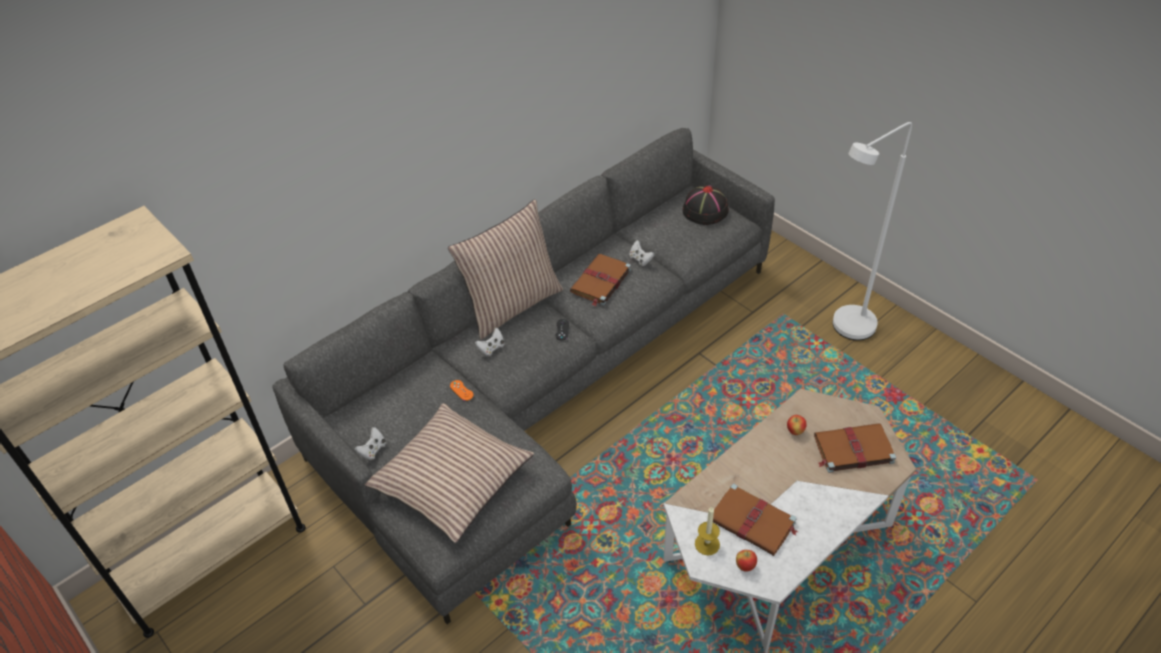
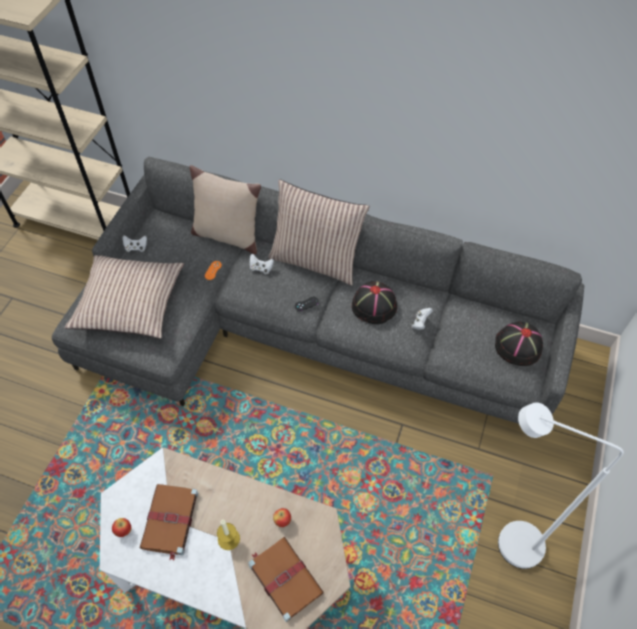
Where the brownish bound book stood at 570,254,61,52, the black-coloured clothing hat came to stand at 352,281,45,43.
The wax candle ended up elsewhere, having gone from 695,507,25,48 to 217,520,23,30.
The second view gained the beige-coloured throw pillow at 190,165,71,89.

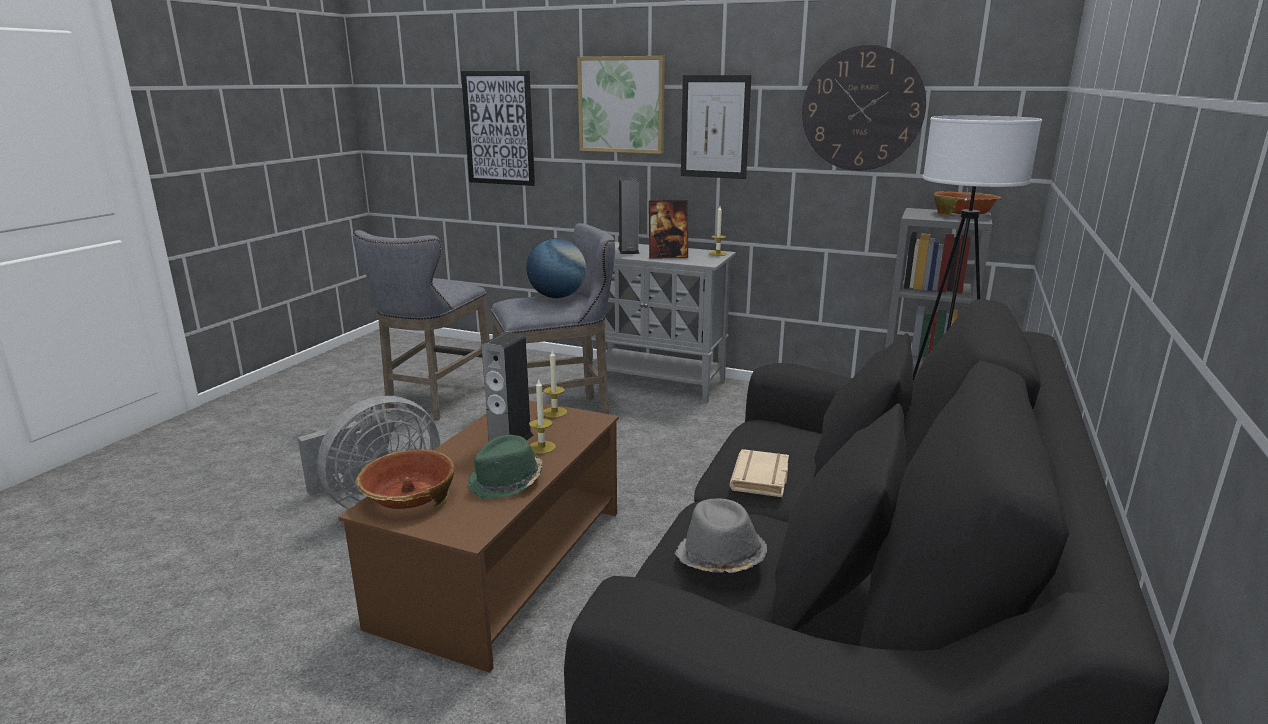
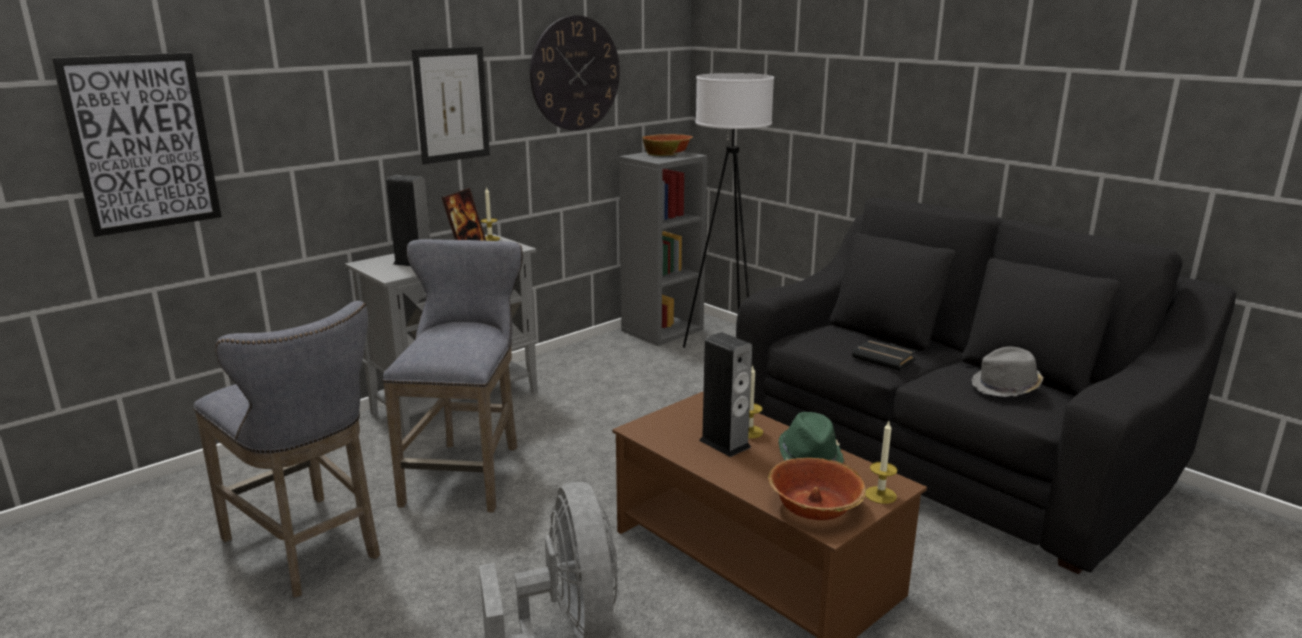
The second view lost the wall art at 577,56,88,98.
The second view lost the desk globe at 526,238,60,60.
The wax candle ended up elsewhere, having gone from 543,350,24,68 to 866,422,31,82.
What was the beige-coloured bound book at 730,449,59,48 turned into the black-coloured bound book at 852,339,64,32.

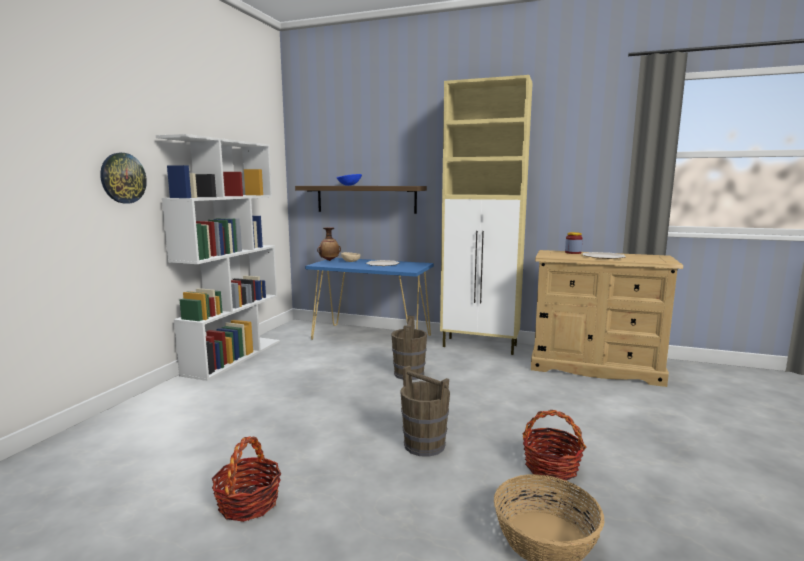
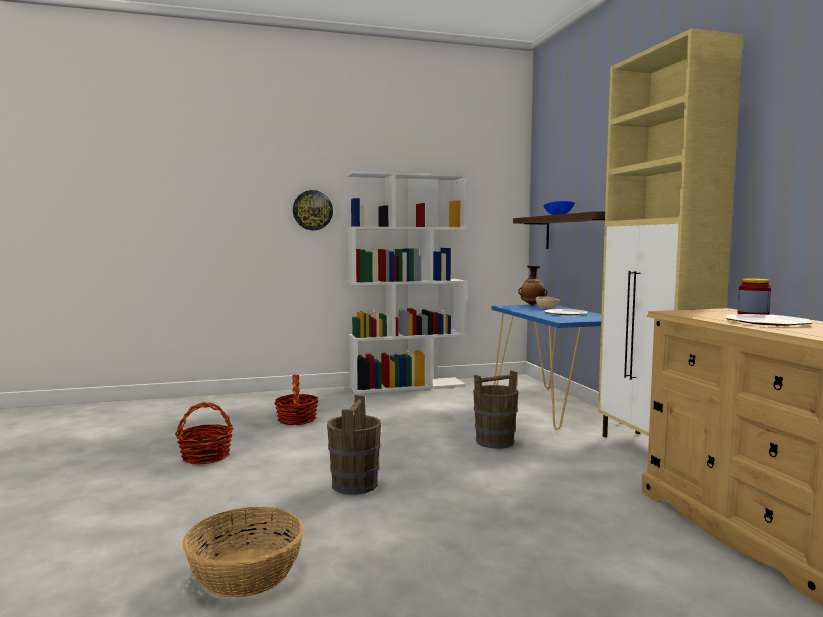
The basket ended up elsewhere, having gone from 523,410,63,71 to 274,374,45,51.

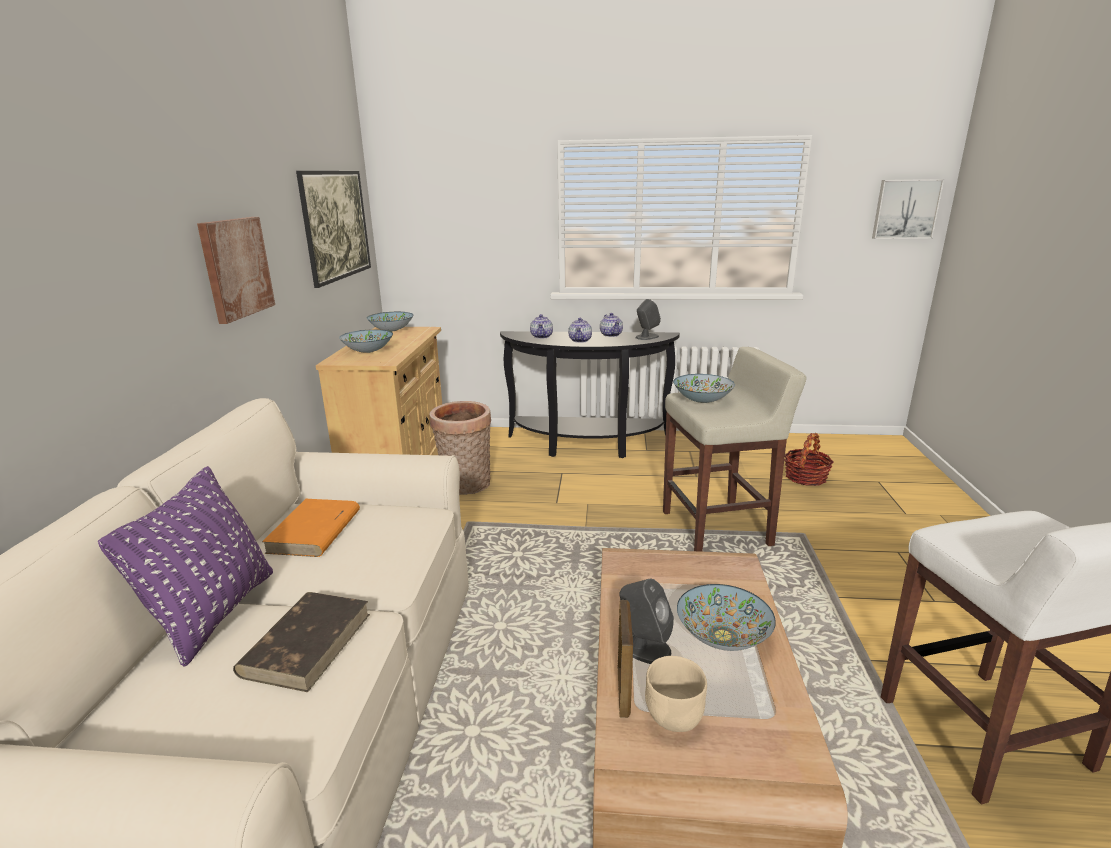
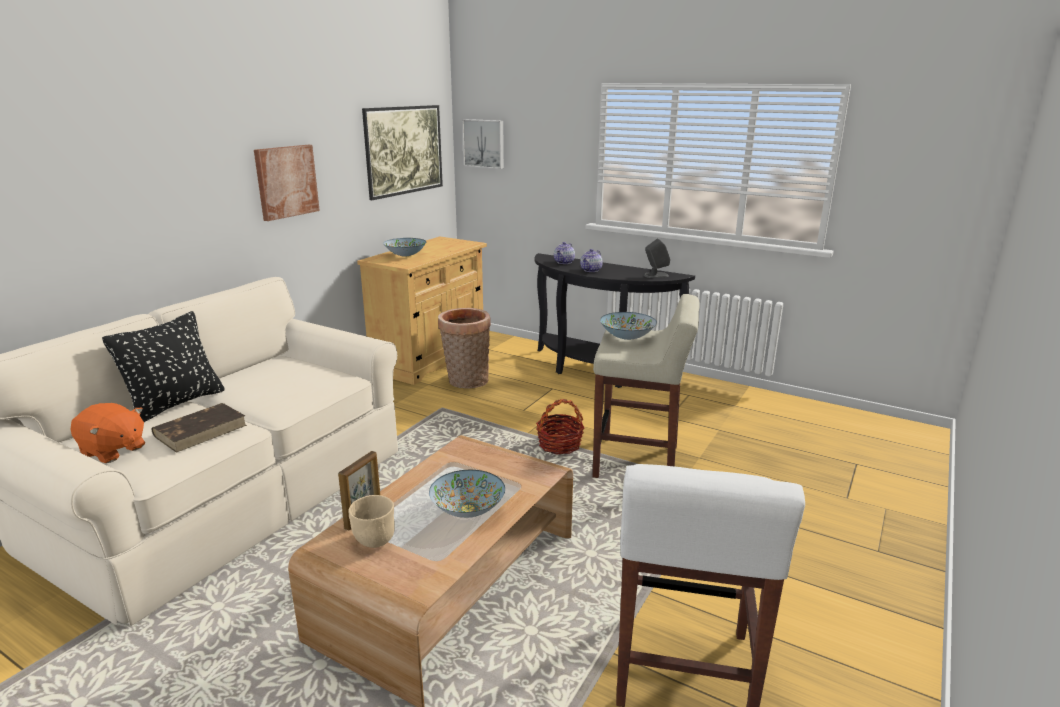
The wall art ended up elsewhere, having gone from 872,179,72,60 to 462,119,42,50.
The second view lost the deep dish at 367,312,46,19.
The second view lost the tea pot at 600,313,23,24.
The basket ended up elsewhere, having gone from 784,433,50,53 to 536,399,48,56.
What was the purple-coloured throw pillow at 98,466,175,200 turned into the black-coloured throw pillow at 102,311,122,111.
The second view lost the orange bound book at 262,499,98,58.
The second view lost the gray audio speaker at 619,579,55,85.
The second view gained the orange soft toy at 71,403,74,60.

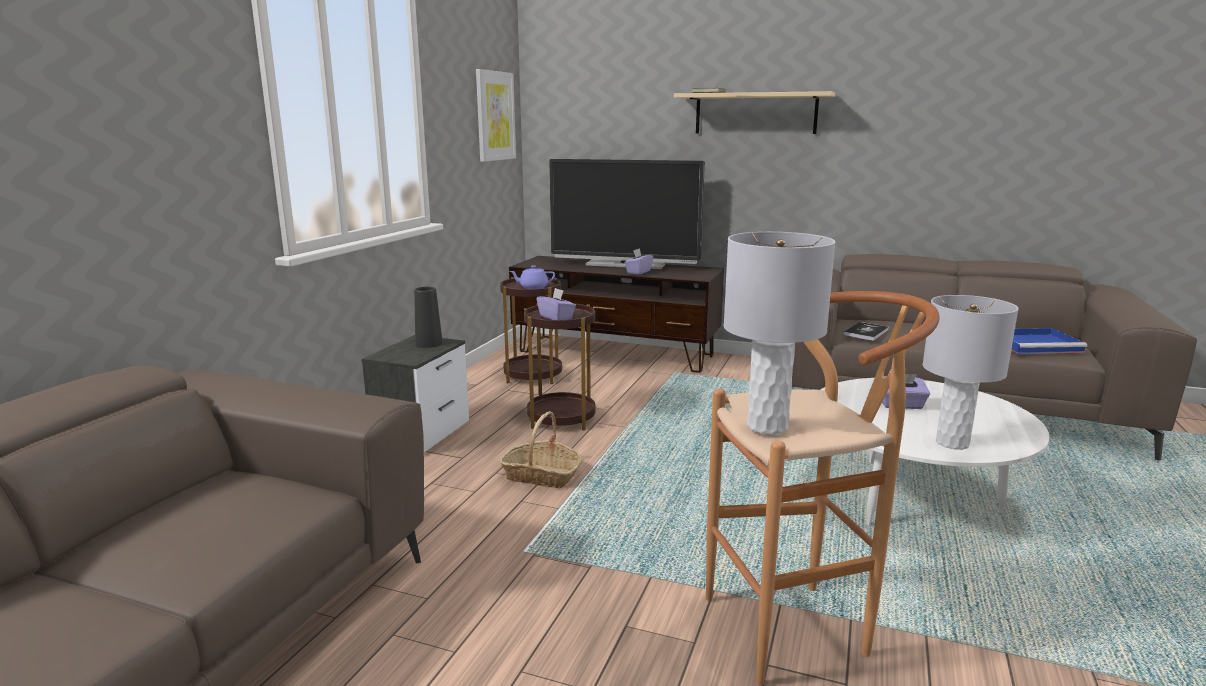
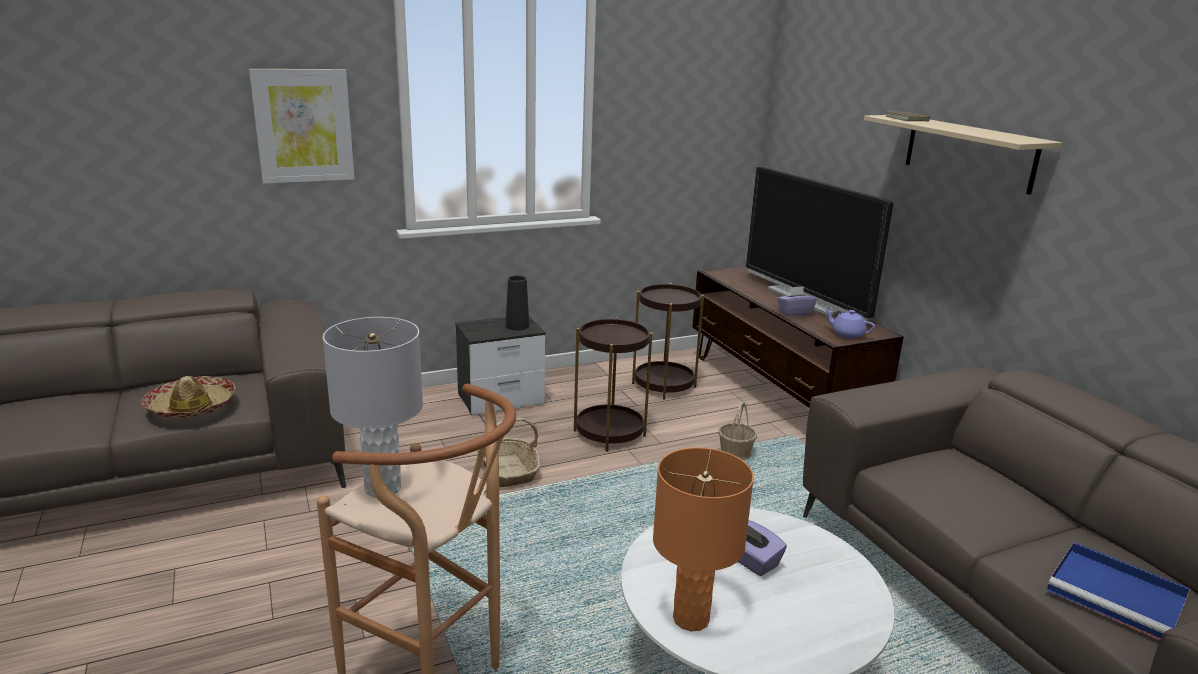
The wall art ended up elsewhere, having gone from 476,69,40,93 to 249,69,106,115.
The purple-coloured tea pot ended up elsewhere, having gone from 509,265,46,24 to 824,309,51,30.
The second view lost the purple-coloured tissue box at 537,288,39,32.
What was the gray table lamp at 923,295,95,155 turned into the orange table lamp at 653,447,101,184.
The second view lost the bound book at 843,322,46,19.
The second view gained the clothing hat at 140,376,95,42.
The second view gained the basket at 718,402,39,59.

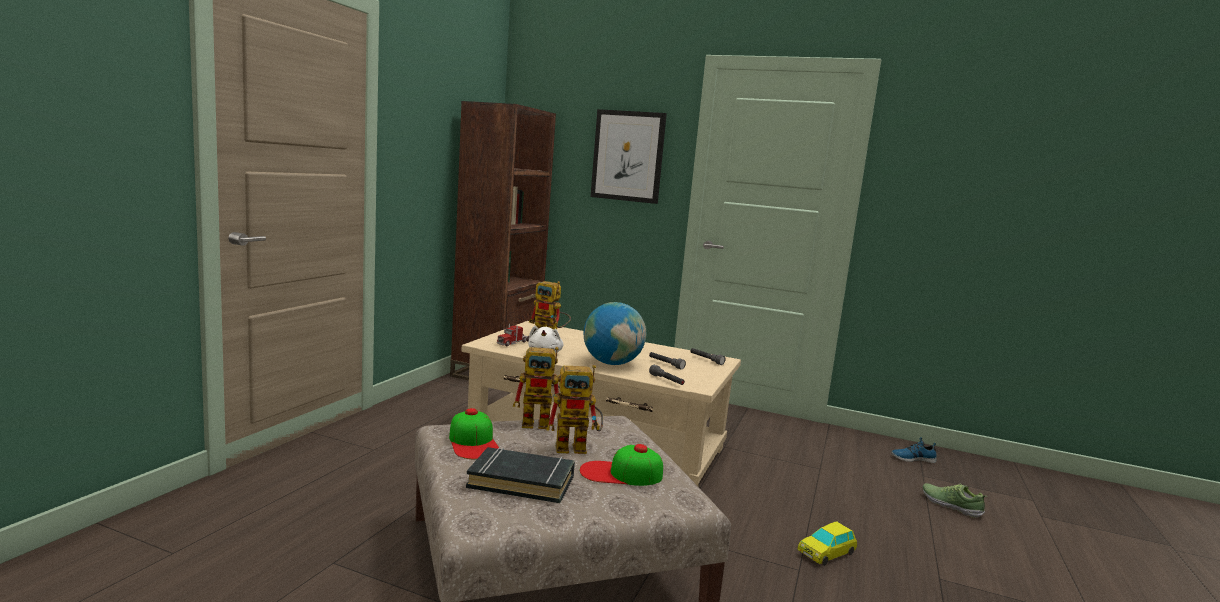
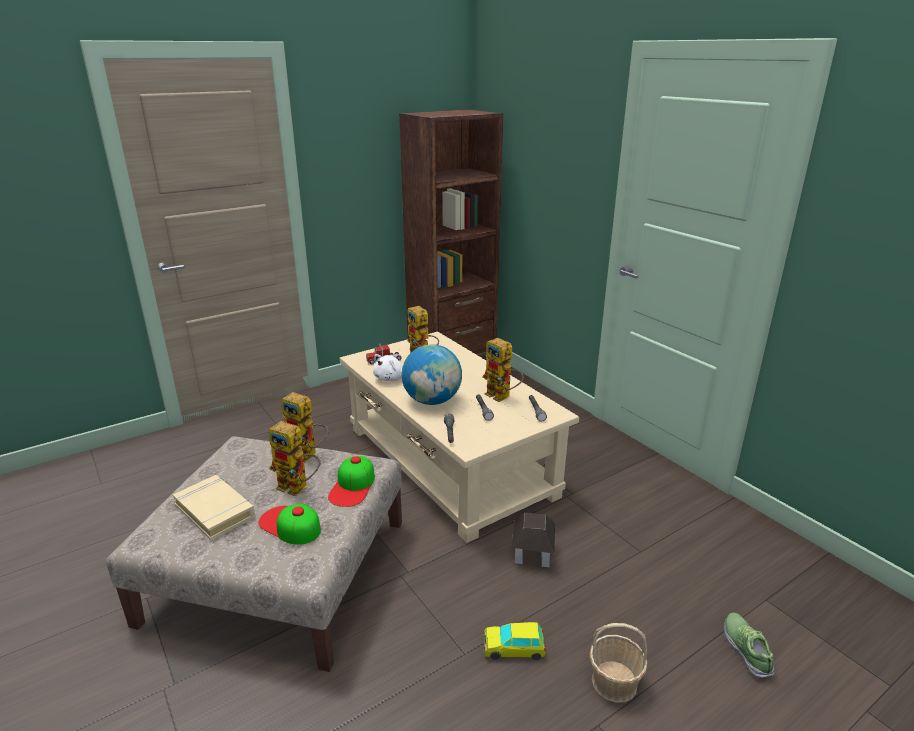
The second view lost the wall art at 590,109,77,95.
The baseball cap ended up elsewhere, having gone from 449,408,50,52 to 328,456,47,51.
The second view lost the item of footwear at 891,437,46,26.
What was the black-coloured bound book at 466,447,109,56 turned into the beige-coloured bound book at 173,475,82,65.
The second view gained the toy robot at 482,338,42,64.
The second view gained the model house at 511,513,44,54.
The second view gained the basket at 589,623,58,80.

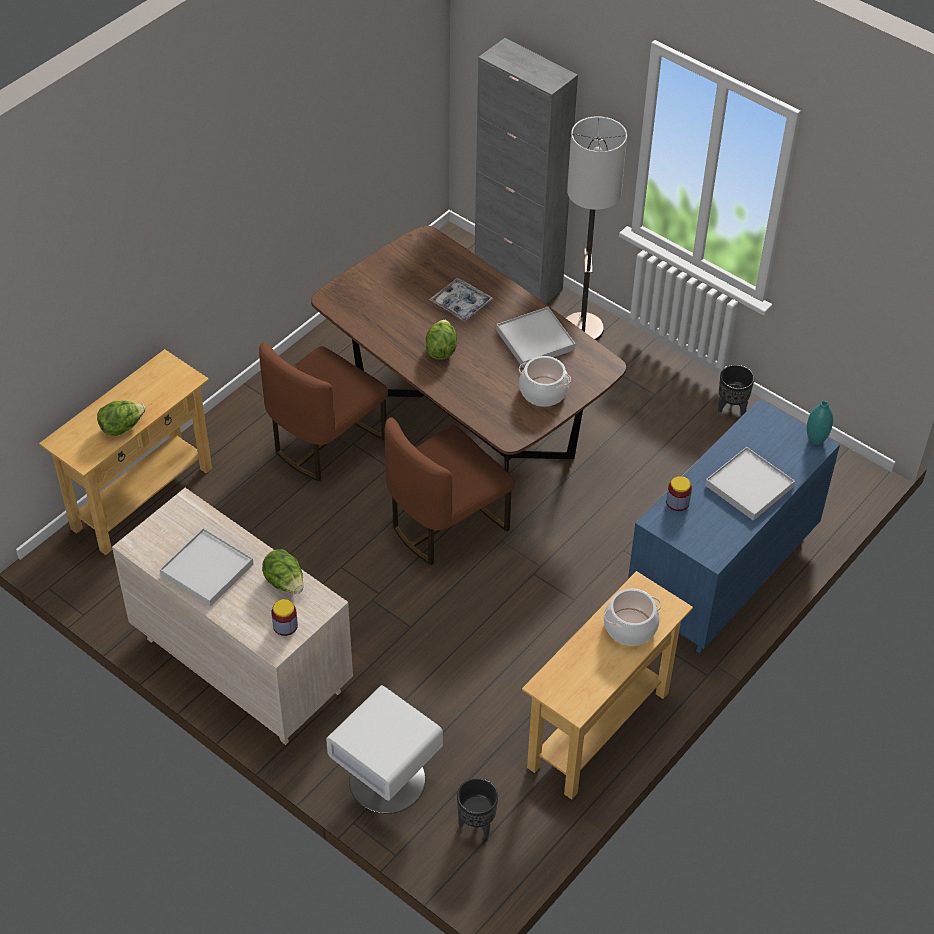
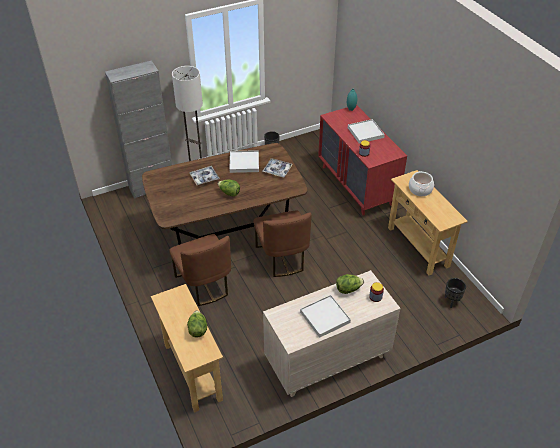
Where the cooking pot stood at 519,356,52,51, the carrying tray came to stand at 262,158,31,20.
What was the blue dresser at 628,398,212,255 turned into the red-coloured dresser at 318,105,89,110.
The second view lost the whitish night table at 326,685,117,129.

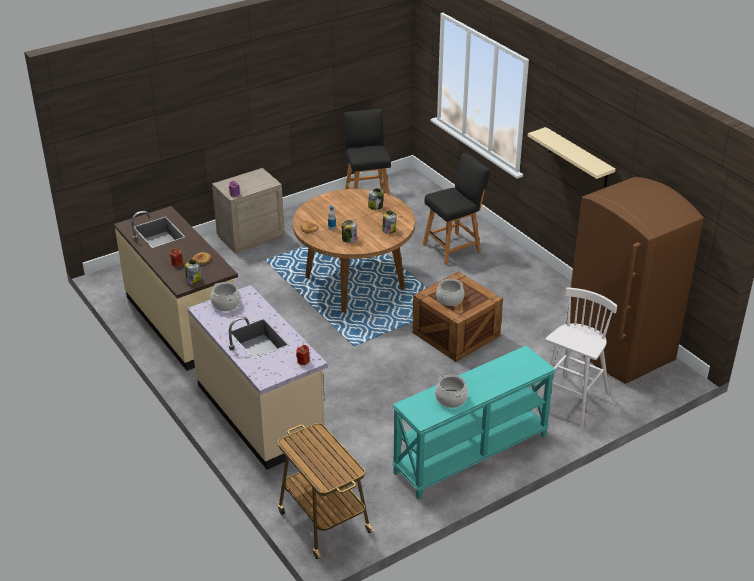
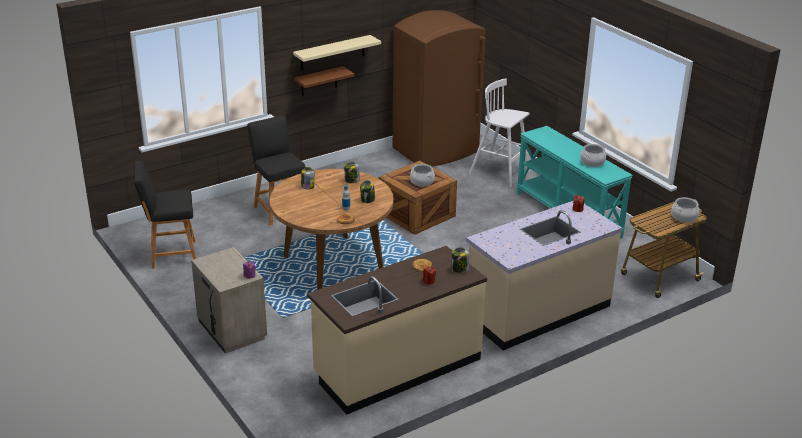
The cooking pot ended up elsewhere, having gone from 210,282,31,29 to 671,197,29,26.
The second view gained the brownish wall shelf at 294,66,60,30.

